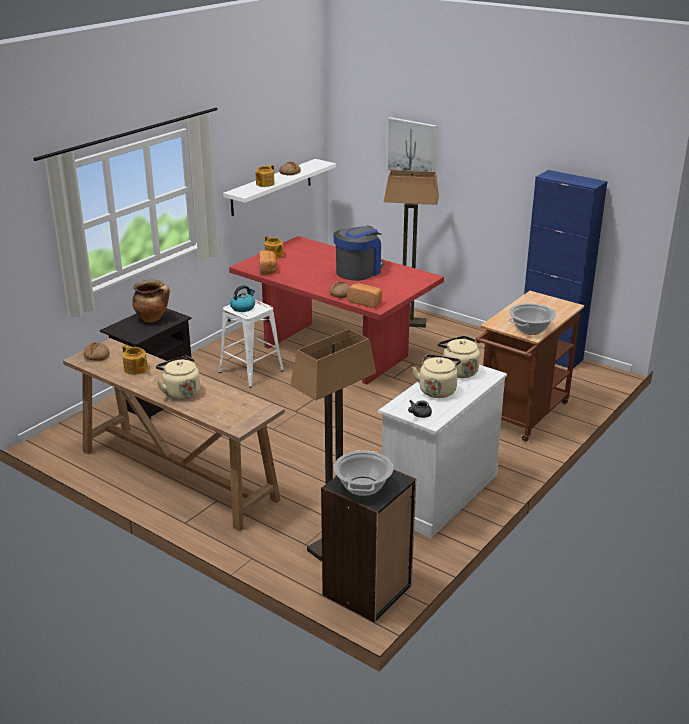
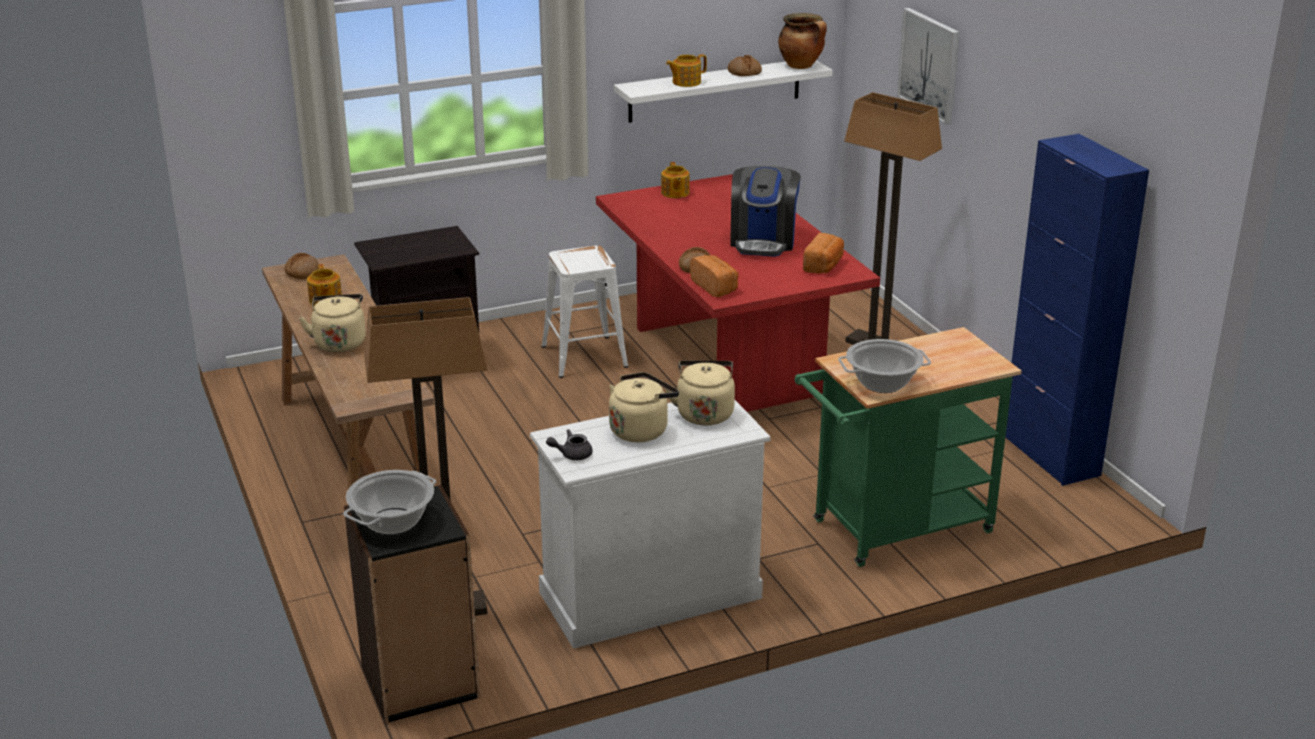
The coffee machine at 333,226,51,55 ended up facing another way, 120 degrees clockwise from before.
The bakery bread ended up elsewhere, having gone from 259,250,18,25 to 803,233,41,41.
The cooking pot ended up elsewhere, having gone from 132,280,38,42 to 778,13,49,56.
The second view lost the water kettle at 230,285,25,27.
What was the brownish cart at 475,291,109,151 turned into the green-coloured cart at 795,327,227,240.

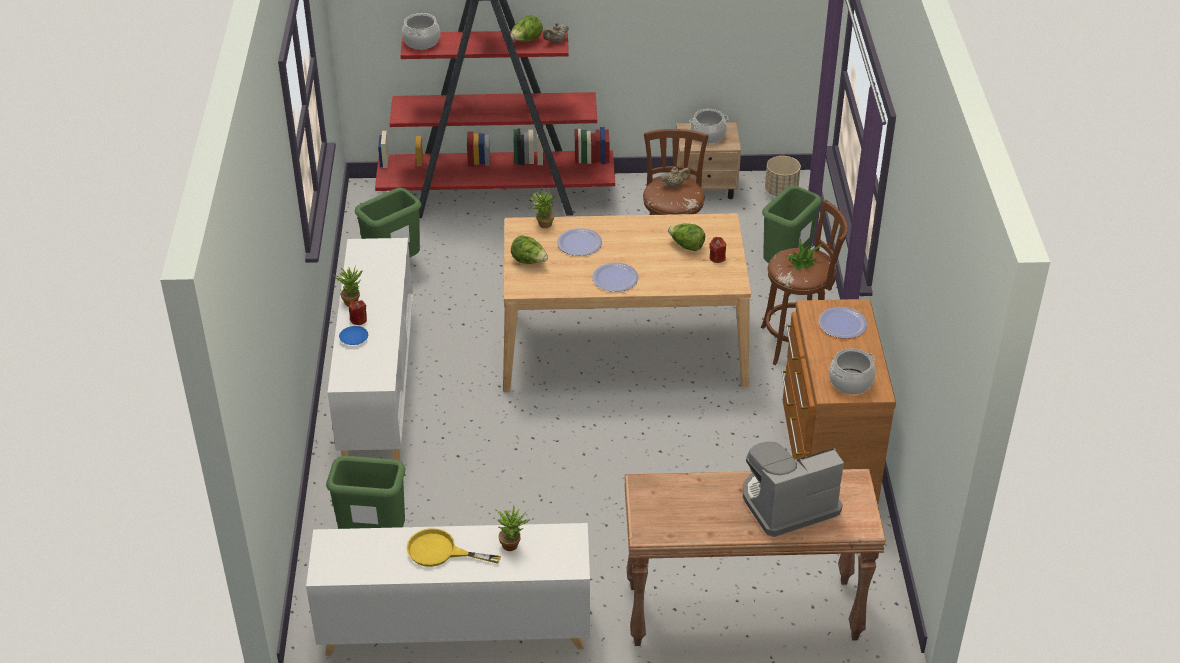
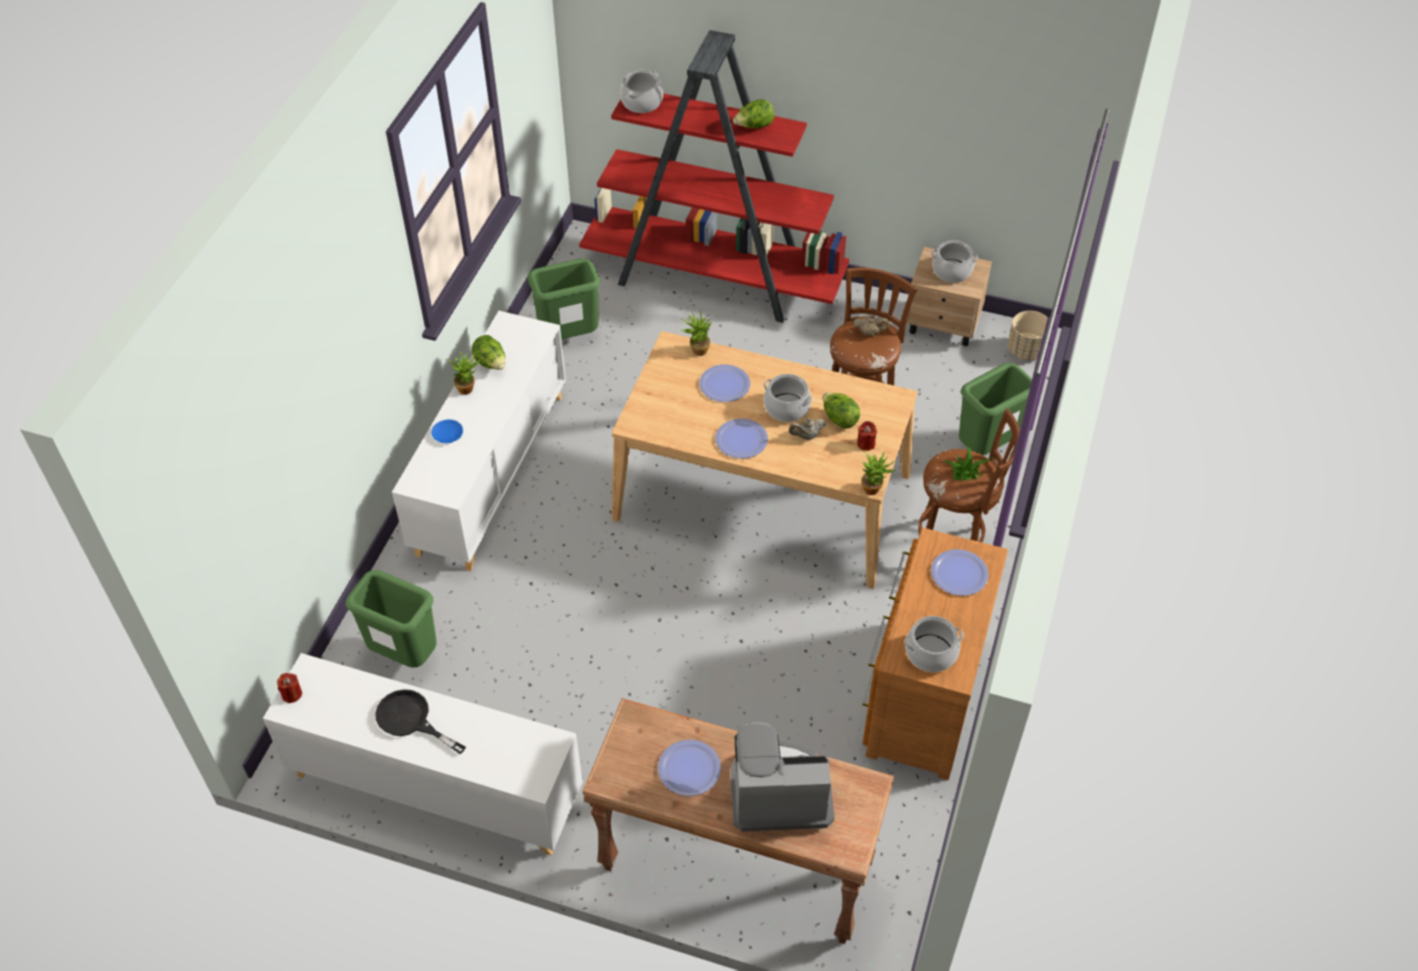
The beige-coloured tea pot ended up elsewhere, having gone from 543,23,26,20 to 789,418,37,22.
The lettuce head ended up elsewhere, having gone from 511,235,37,29 to 472,335,33,35.
The red-coloured wax candle ended up elsewhere, having gone from 349,300,18,25 to 277,673,25,30.
The plant in a pot ended up elsewhere, having gone from 495,504,35,47 to 861,451,35,44.
What was the yellow frying pan at 407,528,94,39 turned into the black-coloured frying pan at 375,689,91,65.
The second view gained the cooking pot at 764,374,48,48.
The second view gained the dinner plate at 658,740,63,56.

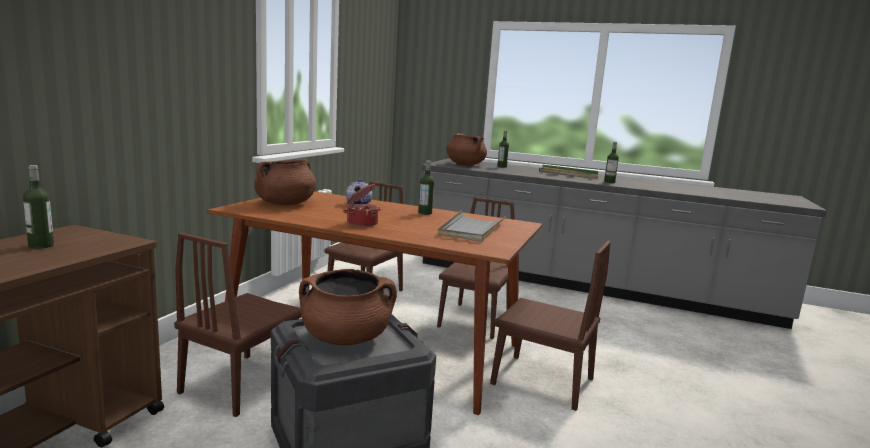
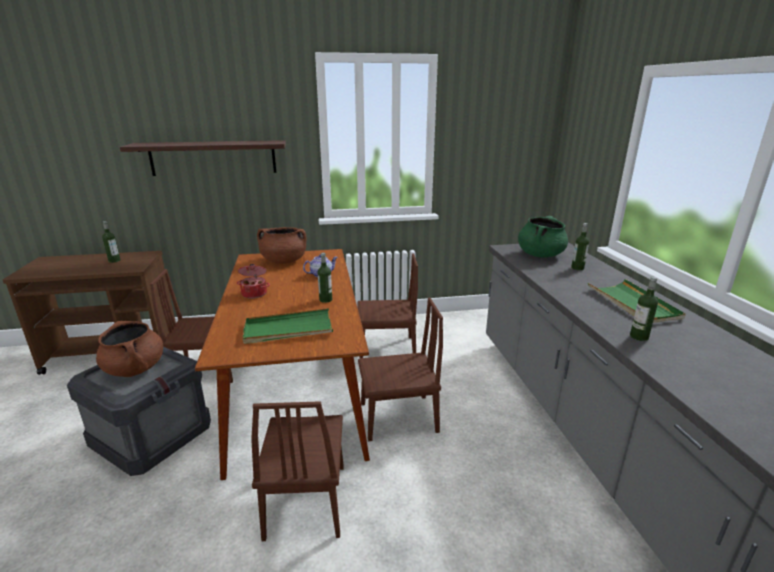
What was the brownish cooking pot at 447,133,40,32 turned into the green-coloured cooking pot at 518,216,50,42.
What was the gray carrying tray at 438,210,68,32 turned into the green-coloured carrying tray at 243,308,90,36.
The second view gained the wall shelf at 120,140,166,36.

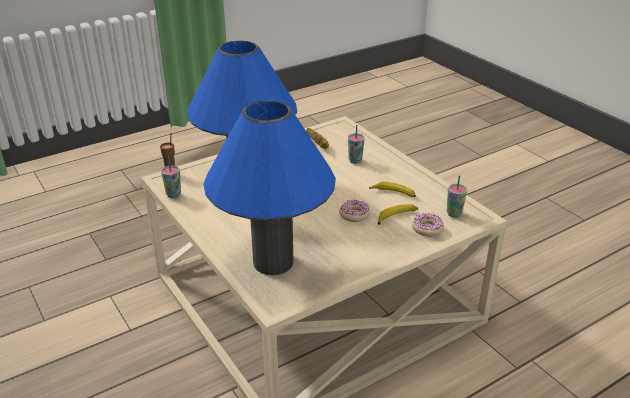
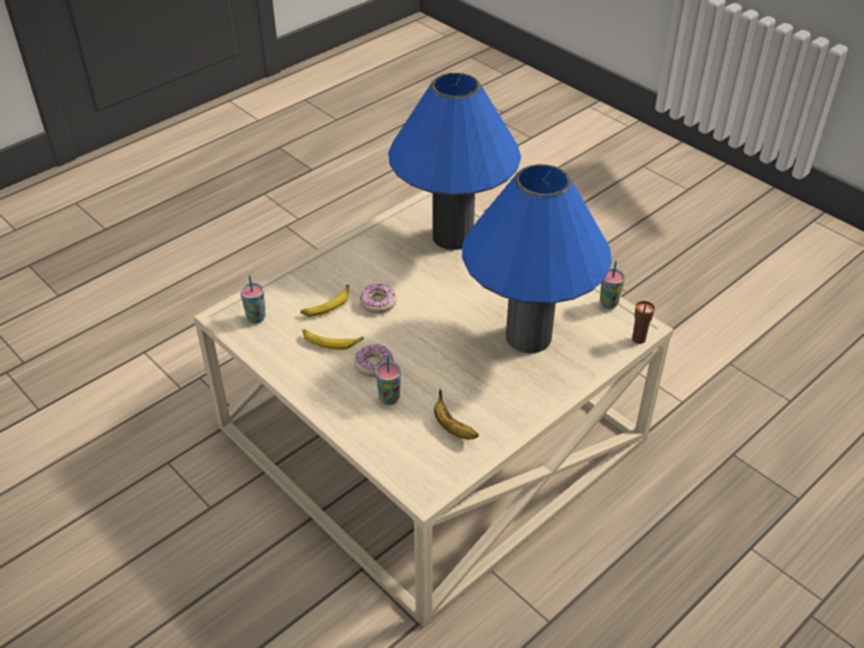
The donut ended up elsewhere, having gone from 412,213,32,24 to 354,344,39,33.

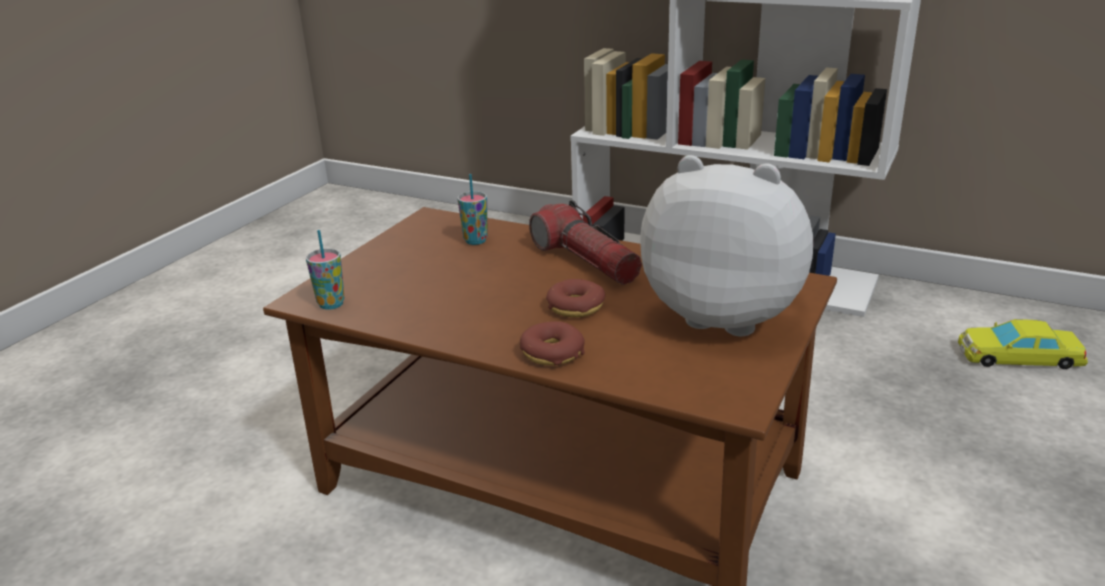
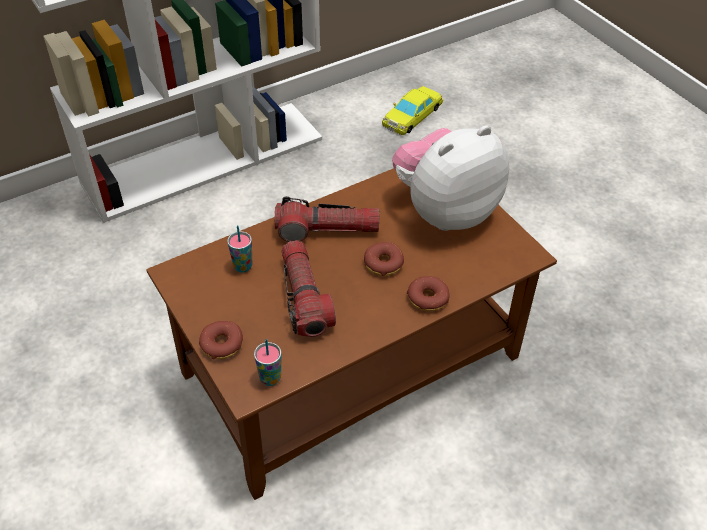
The second view gained the flashlight at 281,240,55,97.
The second view gained the donut at 199,321,44,38.

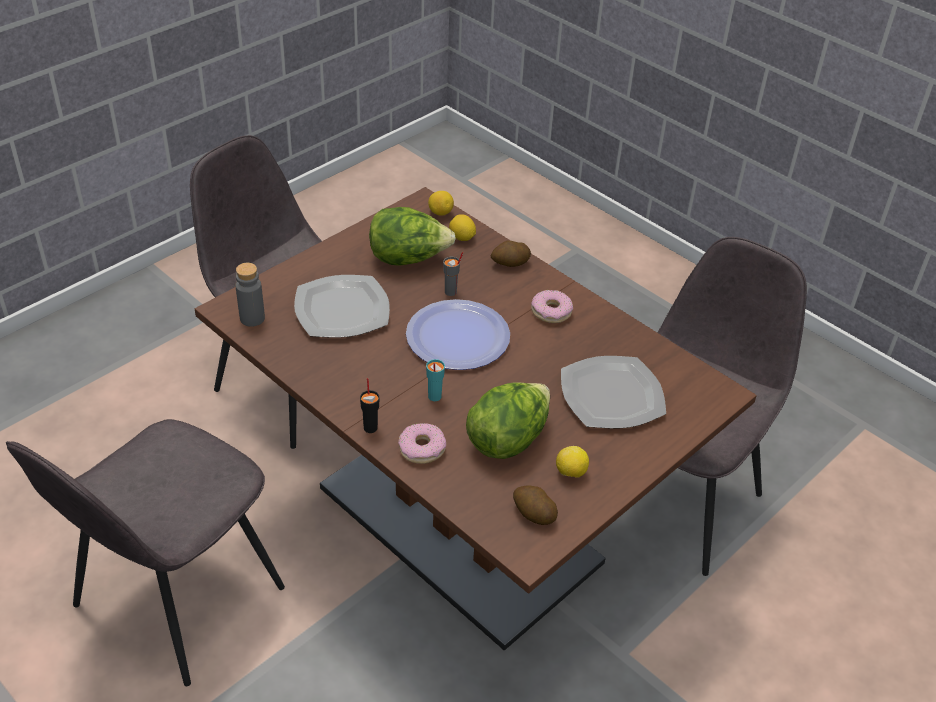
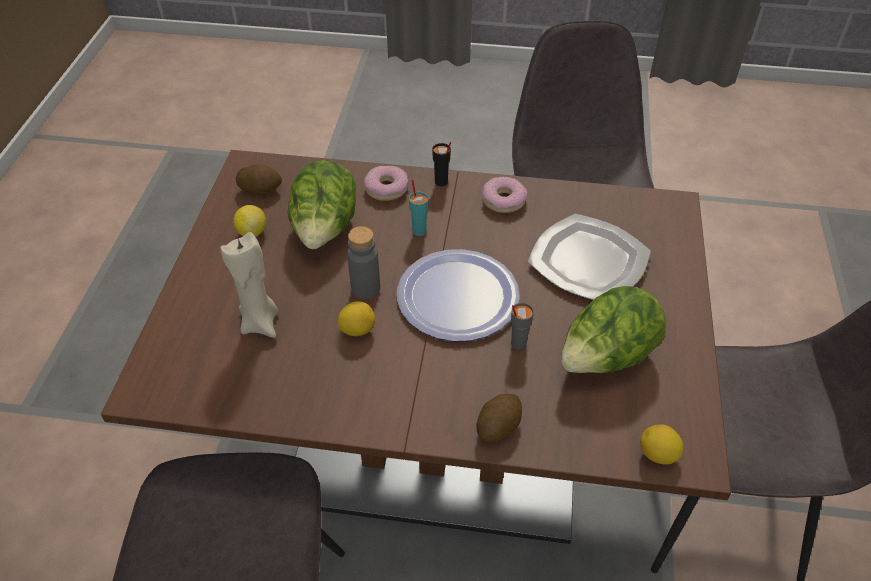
The lemon ended up elsewhere, having gone from 449,214,27,27 to 338,301,37,35.
The gray beverage bottle ended up elsewhere, having gone from 235,263,30,64 to 347,226,33,73.
The donut ended up elsewhere, having gone from 531,290,42,33 to 482,177,45,36.
Where the dinner plate stood at 561,356,105,72, the beige-coloured wax candle came to stand at 220,232,58,106.

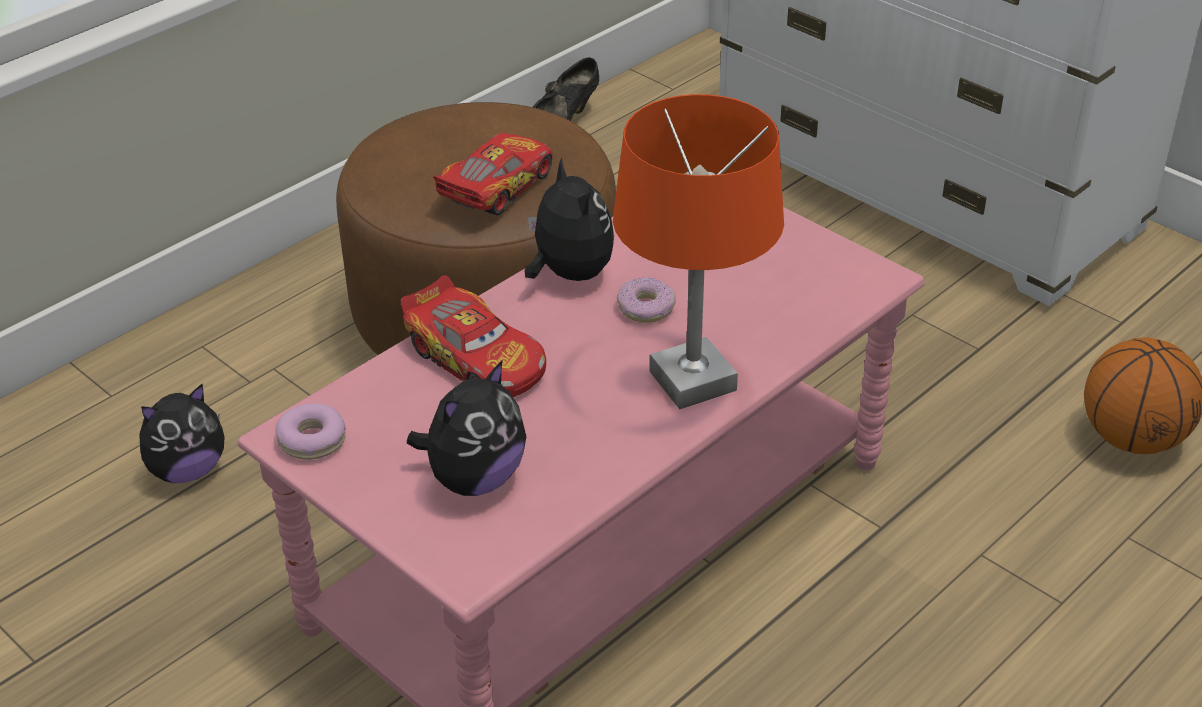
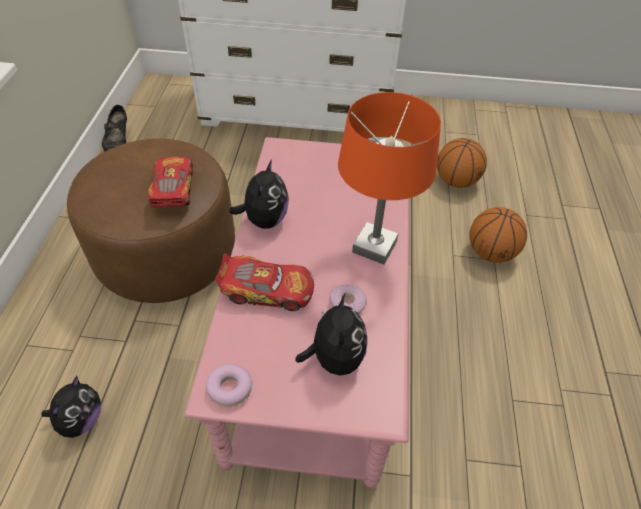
The soft toy at 525,157,89,124 ended up facing another way, 75 degrees clockwise from before.
The donut ended up elsewhere, having gone from 617,277,59,46 to 329,284,38,30.
The second view gained the basketball ball at 469,207,58,56.

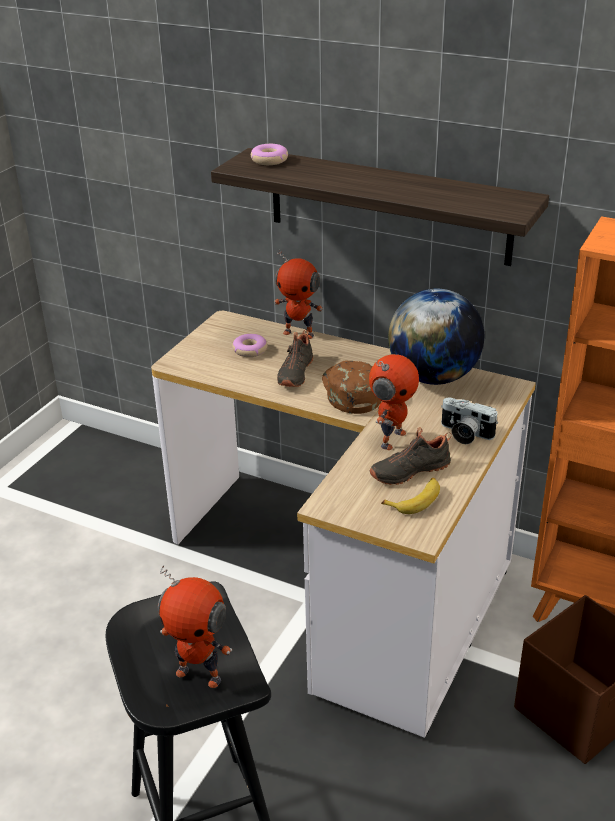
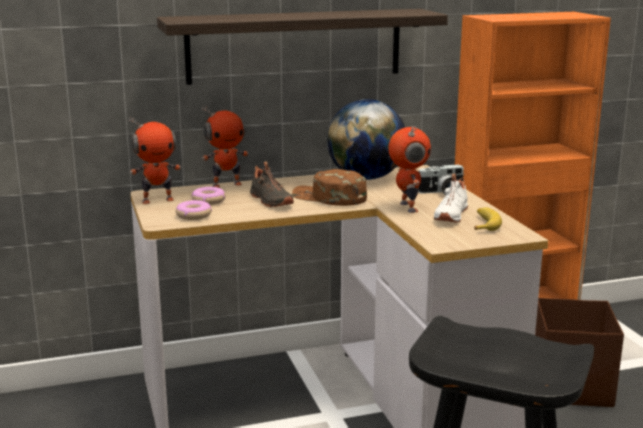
The donut ended up elsewhere, having gone from 251,144,37,21 to 176,200,36,20.
What was the black-coloured item of footwear at 369,427,82,58 turned into the whitish item of footwear at 434,174,34,49.
The toy robot ended up elsewhere, having gone from 158,565,74,123 to 129,116,52,88.

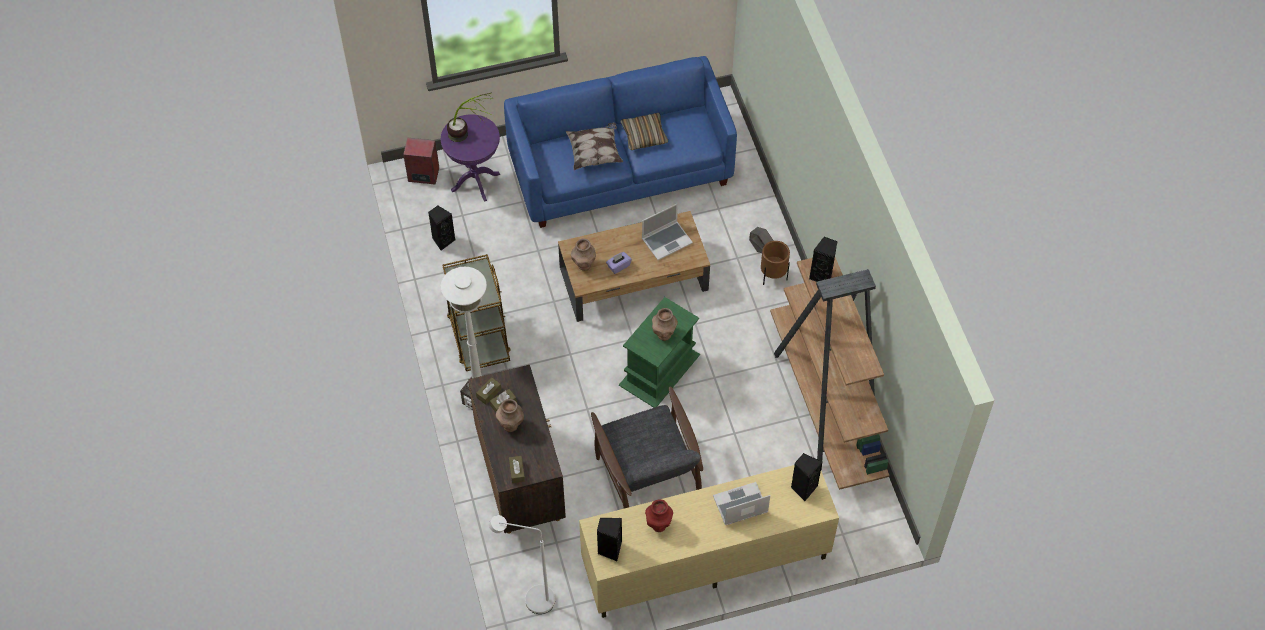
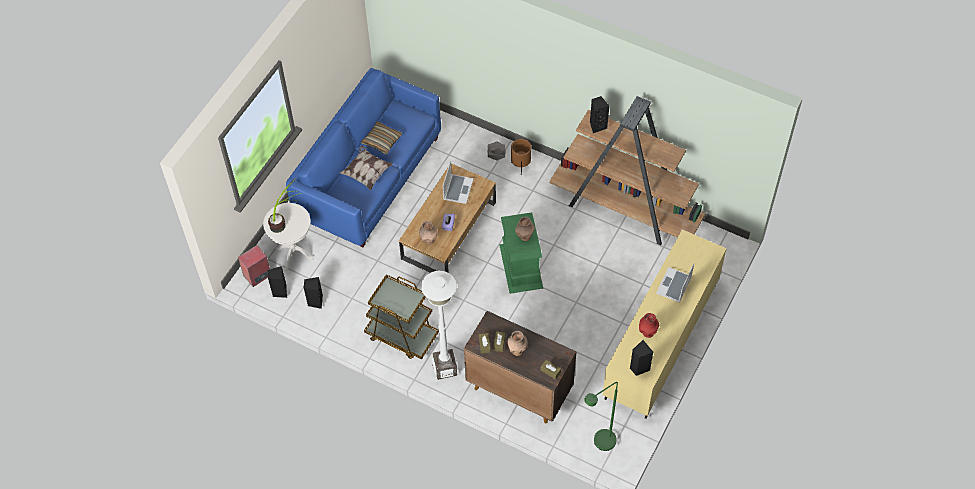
What was the purple-coloured accent table at 441,114,59,88 turned into the whitish accent table at 263,203,51,68.
The second view lost the gray easy chair at 591,386,112,123.
The black-coloured audio speaker ended up elsewhere, having gone from 791,453,31,48 to 268,266,19,32.
What was the whitish standard lamp at 489,515,66,99 turned into the green-coloured standard lamp at 584,382,34,69.

